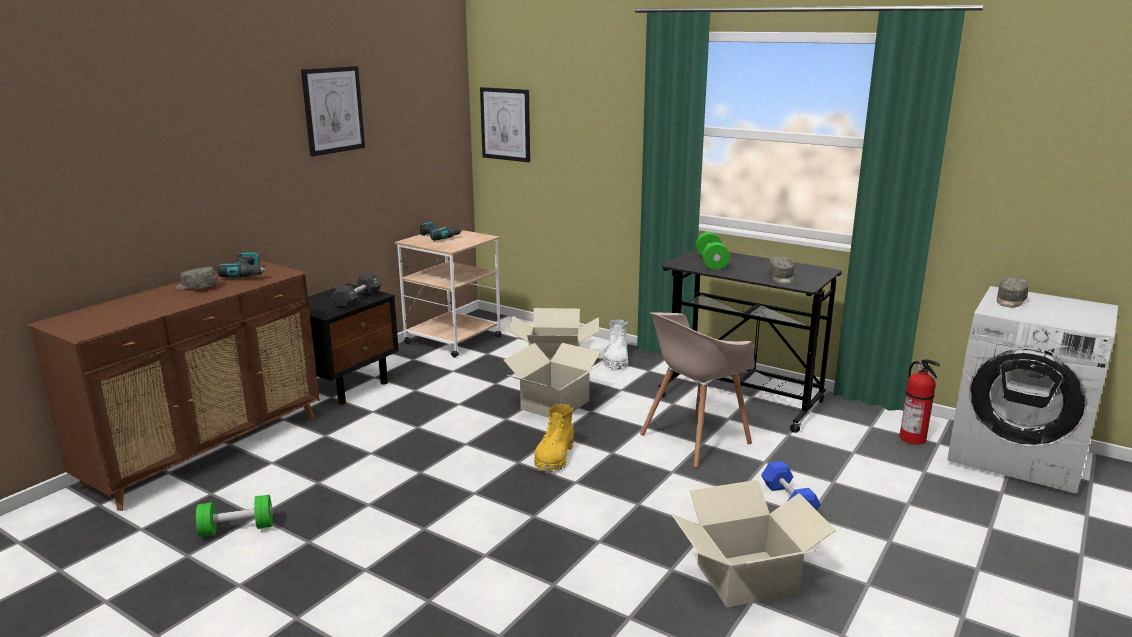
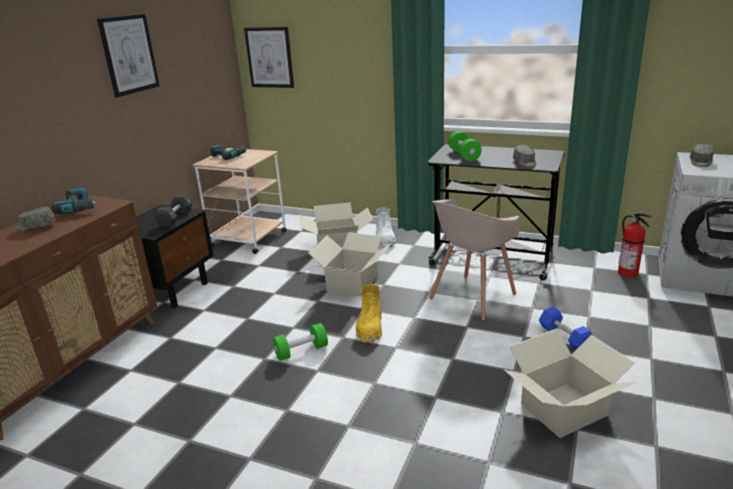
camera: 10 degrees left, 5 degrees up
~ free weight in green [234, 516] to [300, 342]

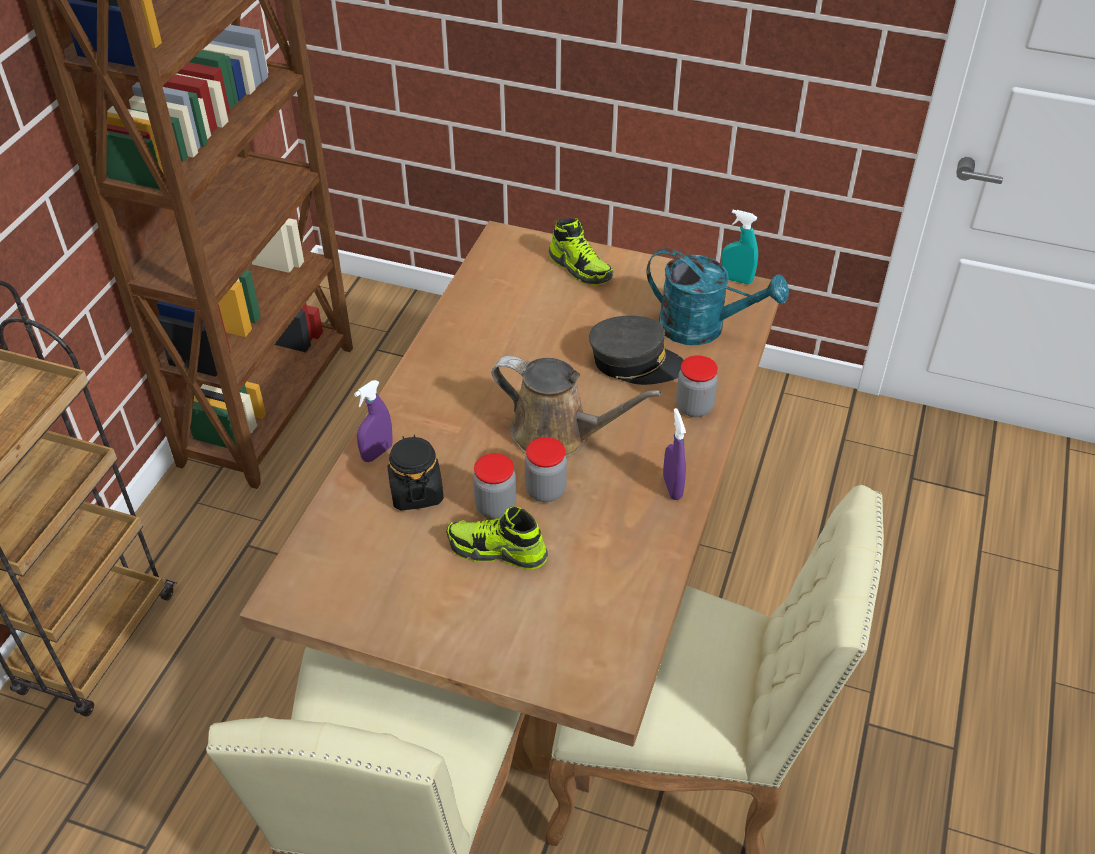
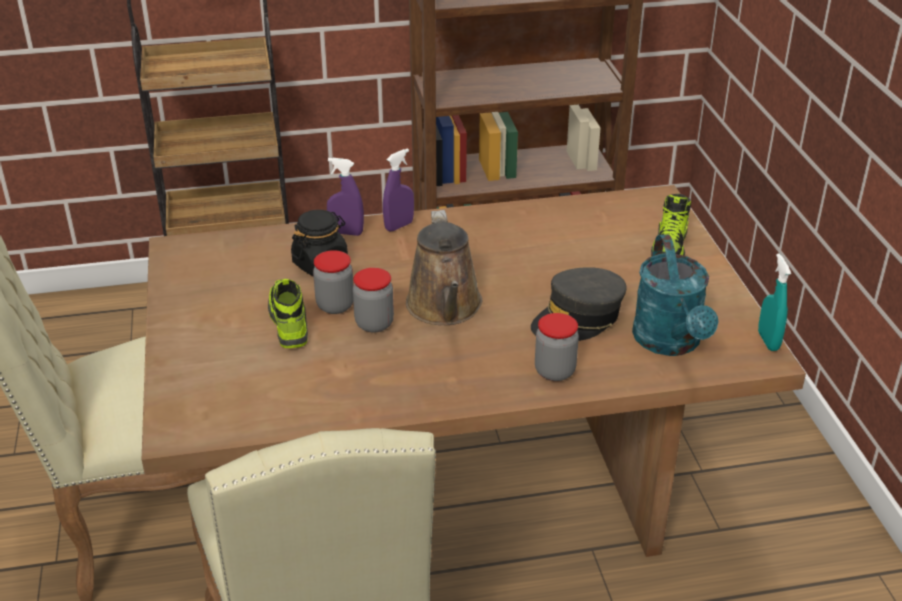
camera: 60 degrees right, 10 degrees down
~ cap in grey [636, 350] = [578, 304] 75 degrees clockwise
~ spray bottle in purple [674, 454] to [398, 190]

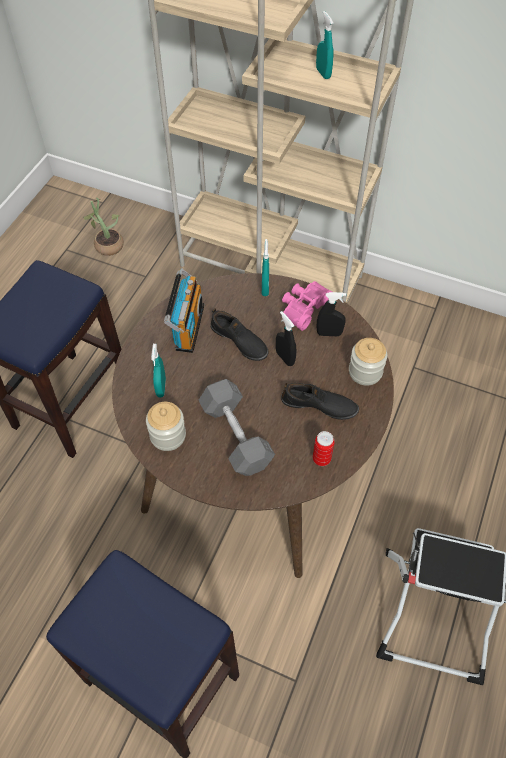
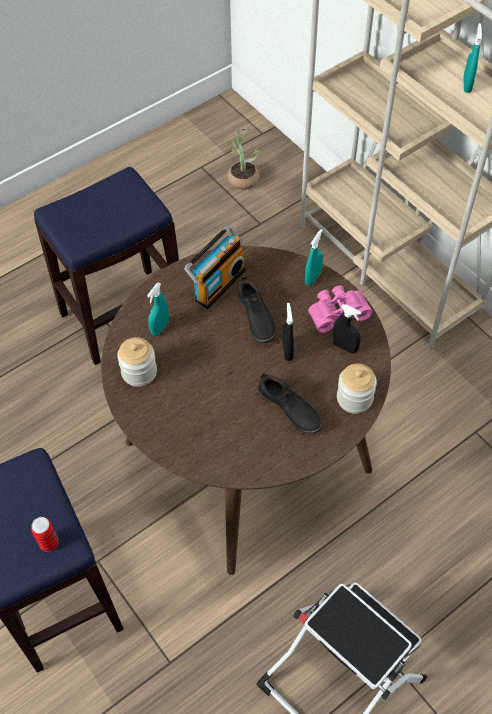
camera: 30 degrees right, 0 degrees up
- free weight in grey [236, 427]
~ can [324, 448] to [45, 534]

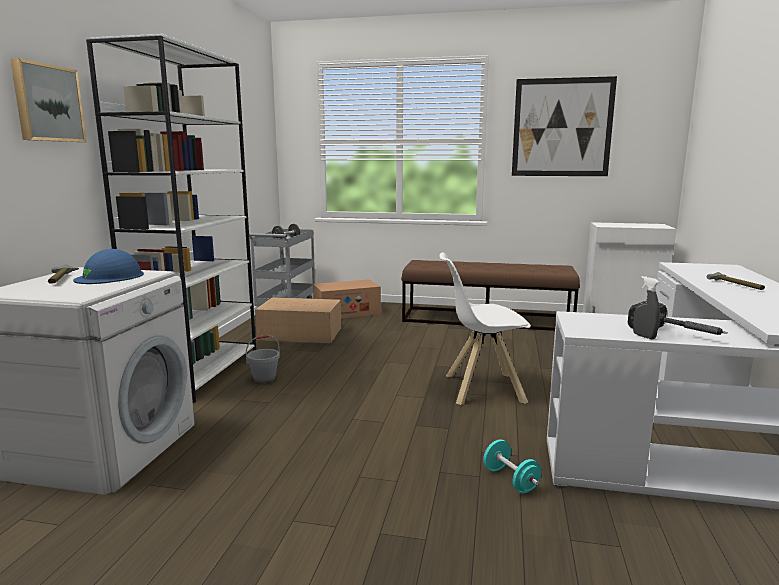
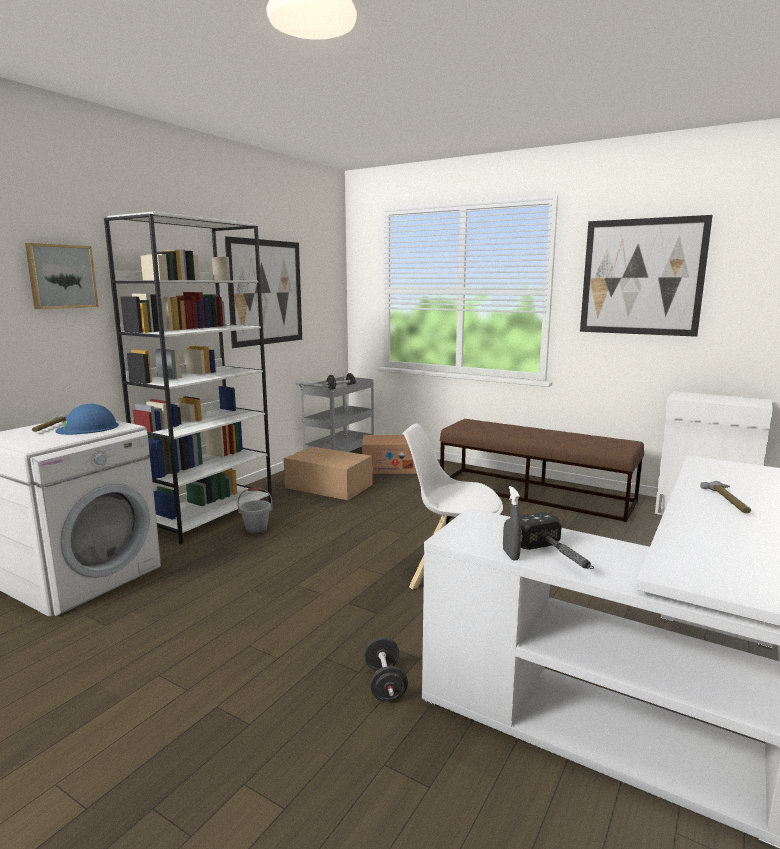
camera: 20 degrees right, 0 degrees up
~ free weight in blue-green [512, 466] to free weight in black-coloured [386, 669]
+ picture [263, 292]

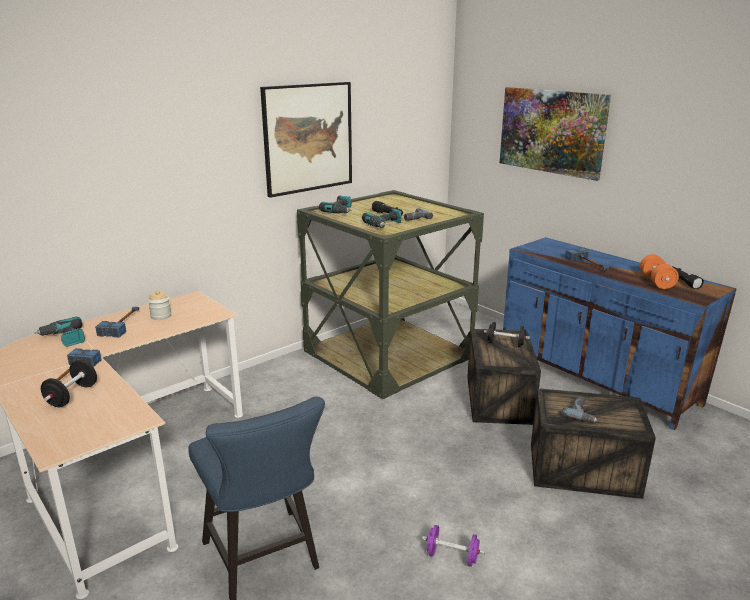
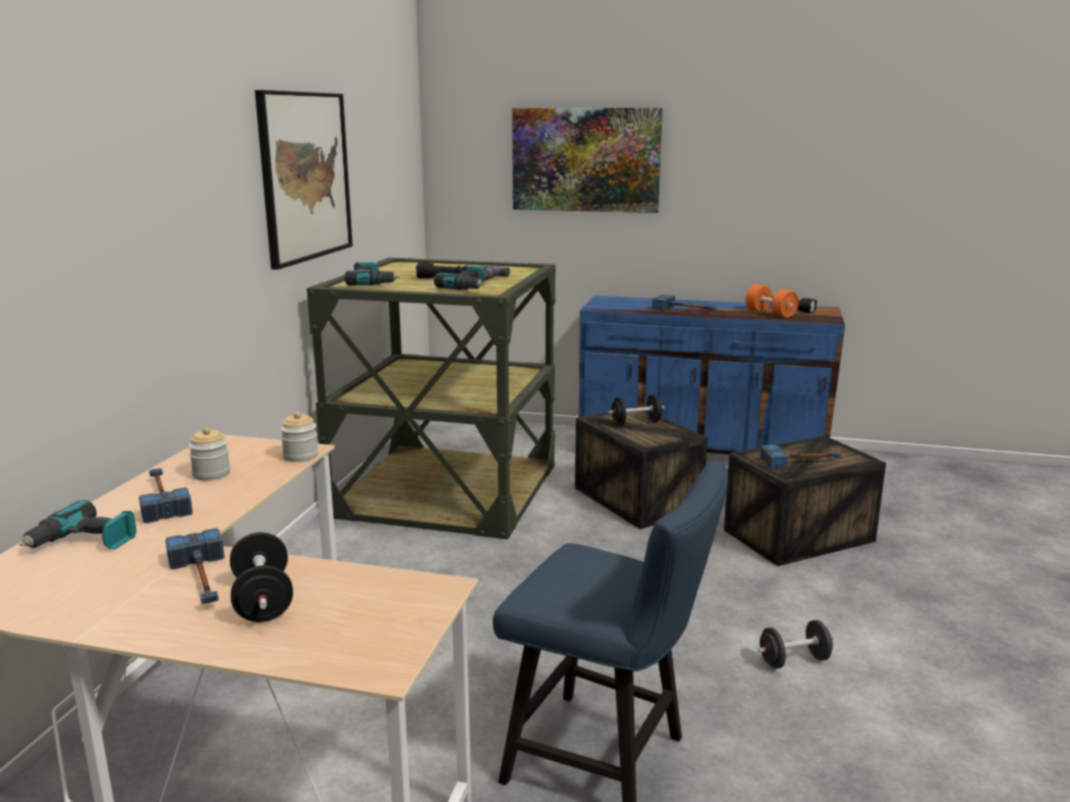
camera: 35 degrees left, 5 degrees down
~ electric drill [579, 409] to tool hammer [800, 457]
~ free weight in purple [453, 546] to free weight in black-coloured [795, 644]
+ preserve jar [299, 437]

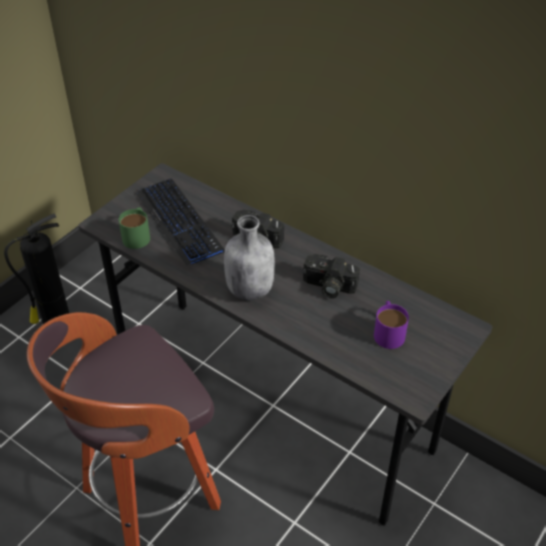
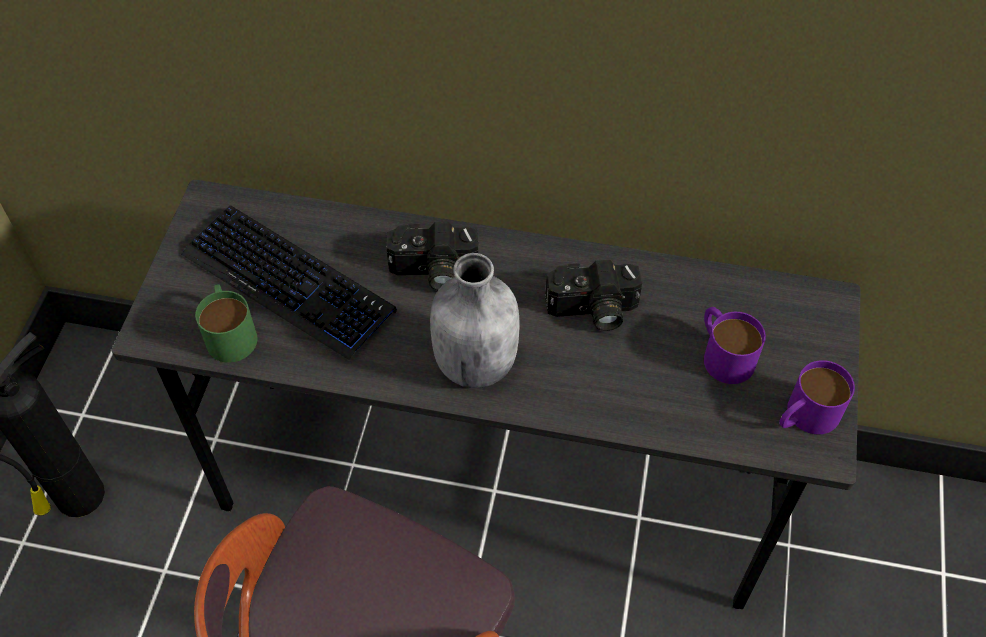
camera: 25 degrees left, 10 degrees up
+ coffee mug in purple [817, 397]

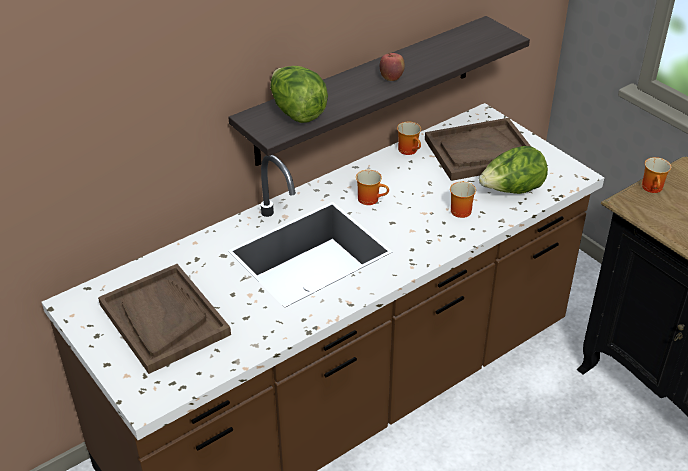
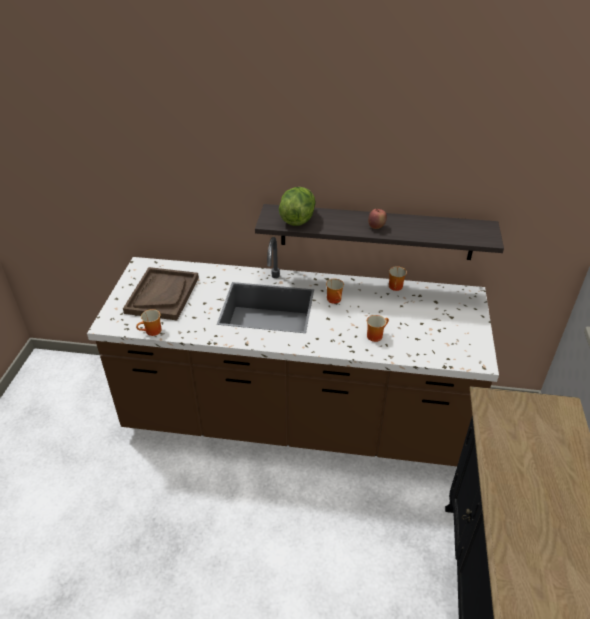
camera: 45 degrees right, 0 degrees up
- carrying tray in brownish [478, 149]
- head of lettuce [513, 170]
~ coffee mug [656, 175] to [149, 322]

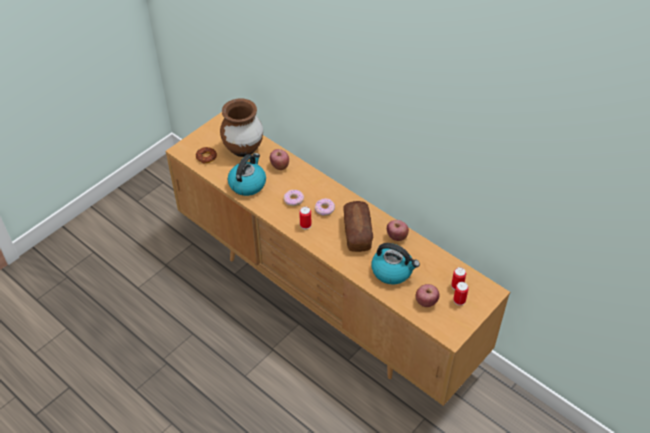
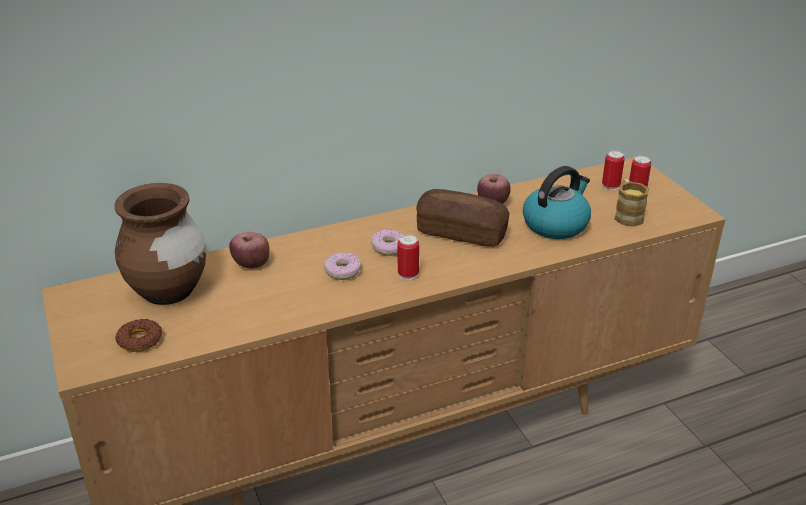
camera: 65 degrees left, 15 degrees down
- tea kettle [247, 174]
~ apple [427, 295] to coffee mug [632, 203]

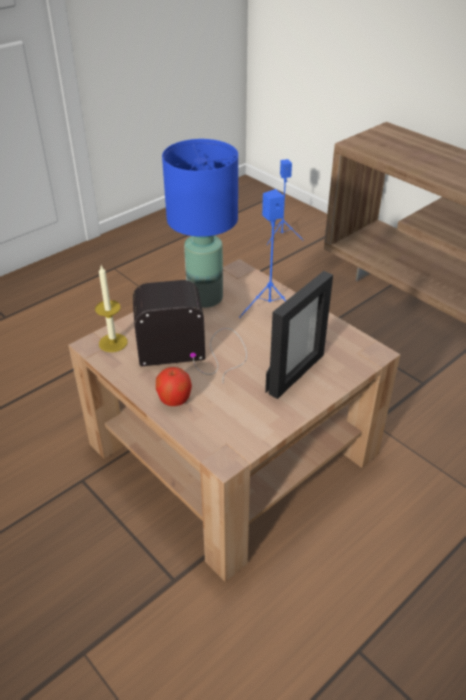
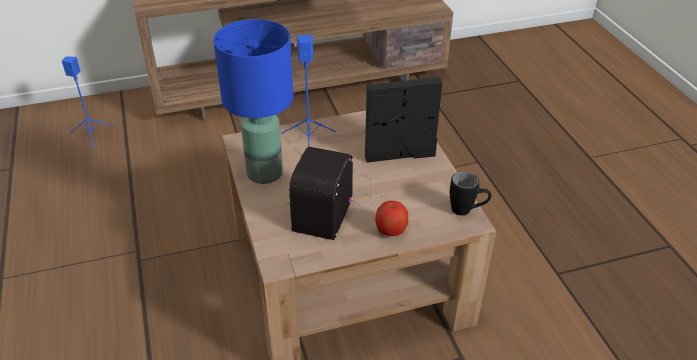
camera: 65 degrees left, 0 degrees up
- wax light [111, 309]
~ picture frame [299, 335] = [403, 120] 75 degrees counterclockwise
+ coffee mug in black-coloured [470, 193]

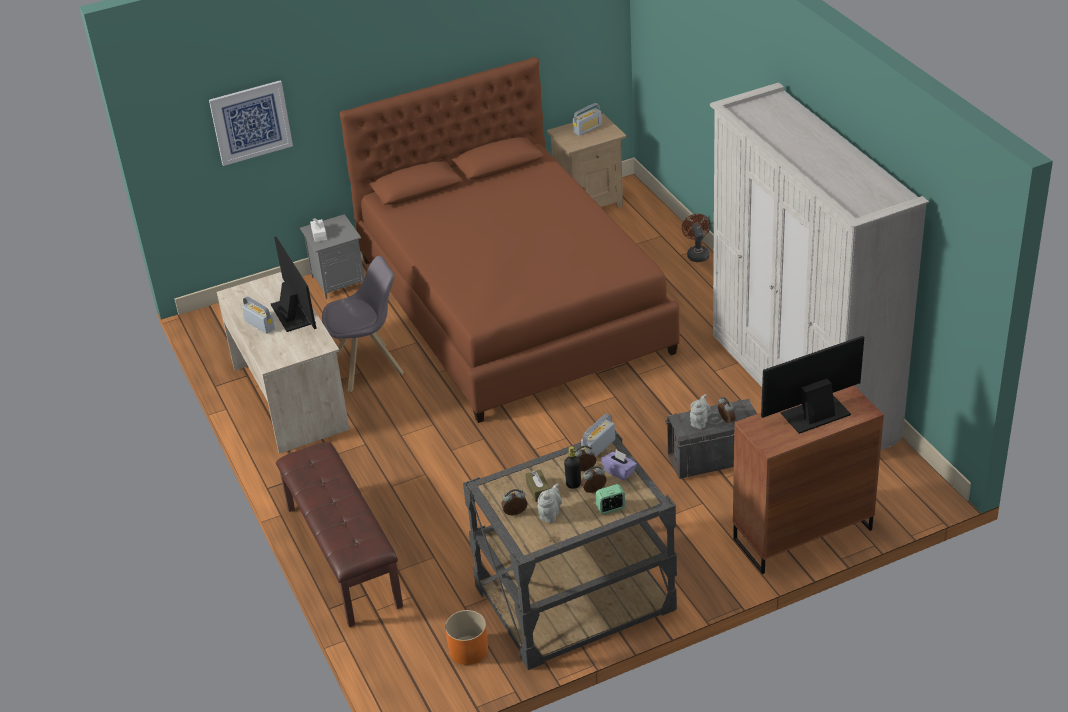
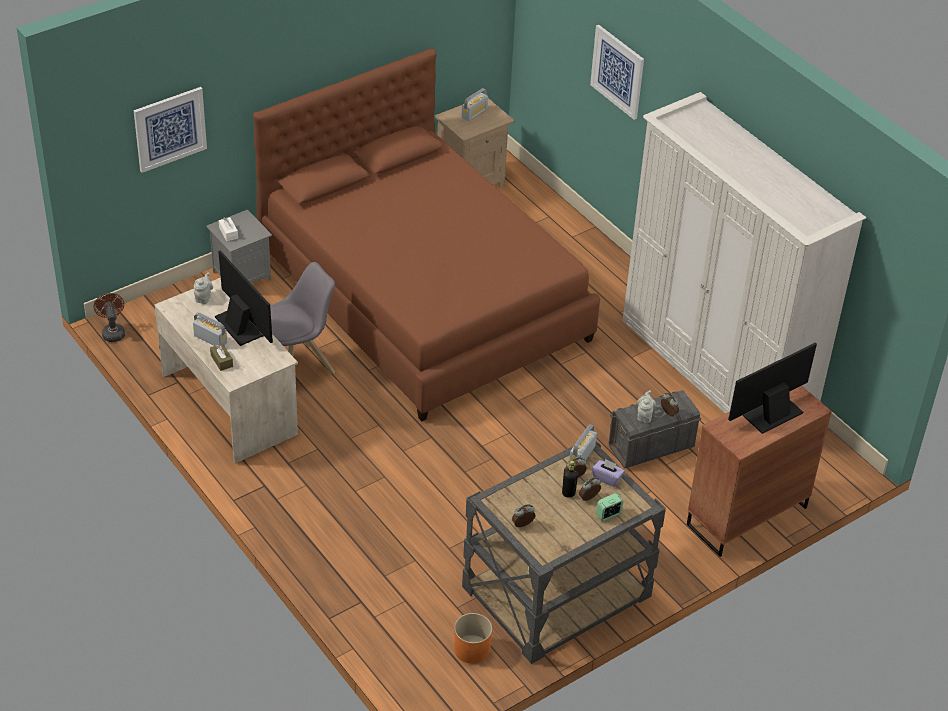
camera: 15 degrees left, 5 degrees up
~ cooling fan in brownish [696, 238] to [109, 317]
- bench in brownish [339, 534]
~ tissue box in brownish [538, 486] to [221, 357]
~ teapot in grey [550, 503] to [203, 288]
+ picture [617, 72]

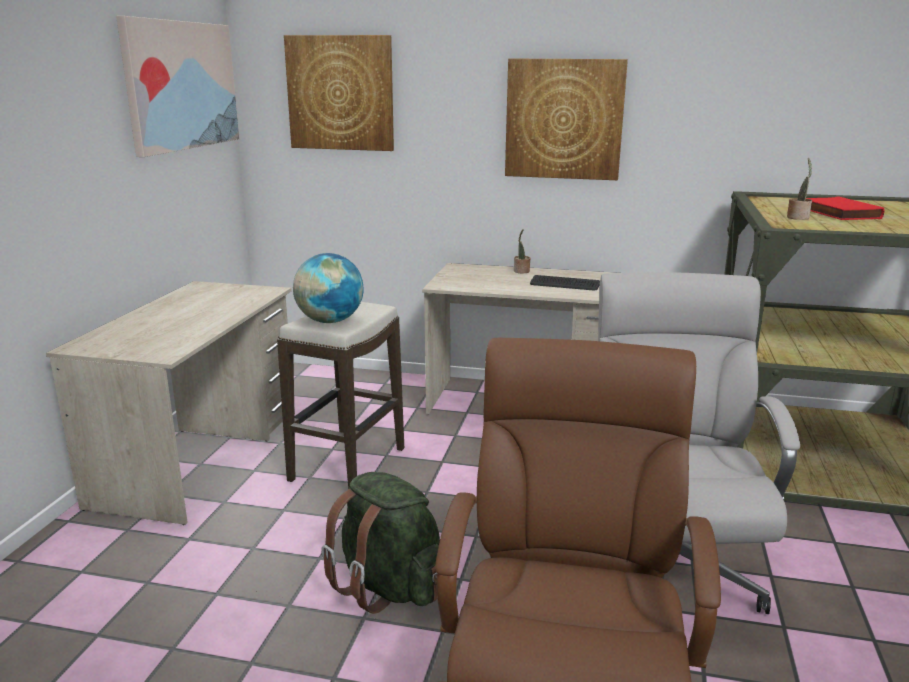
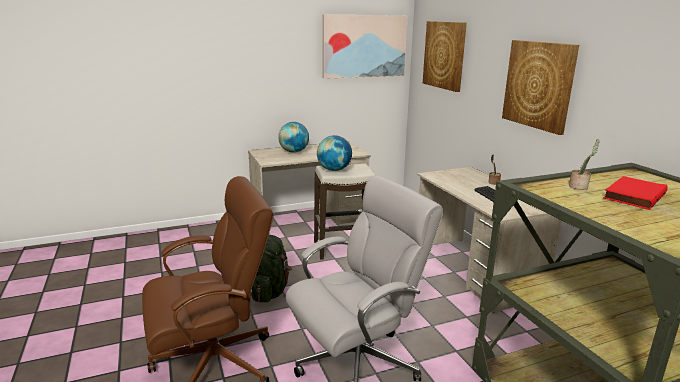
camera: 55 degrees right, 0 degrees up
+ globe [293, 137]

